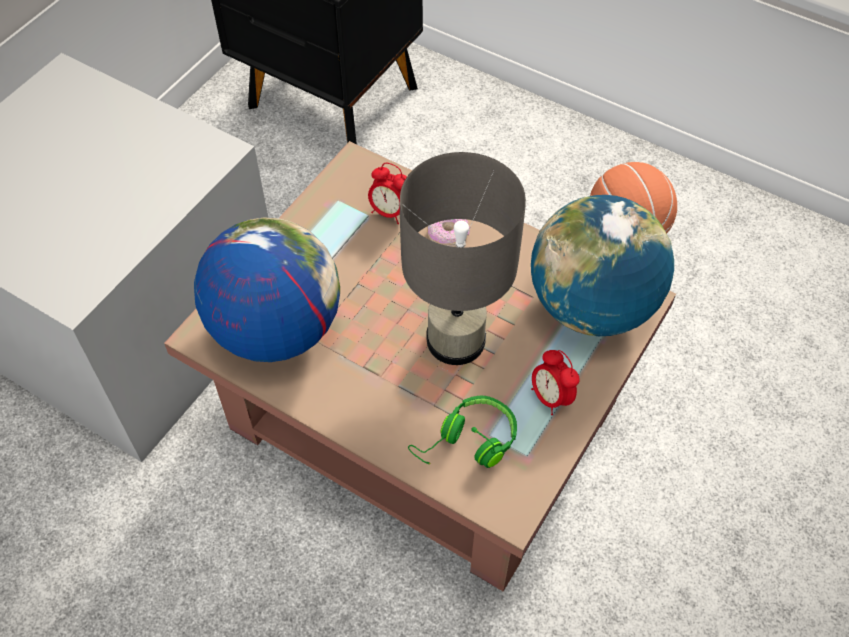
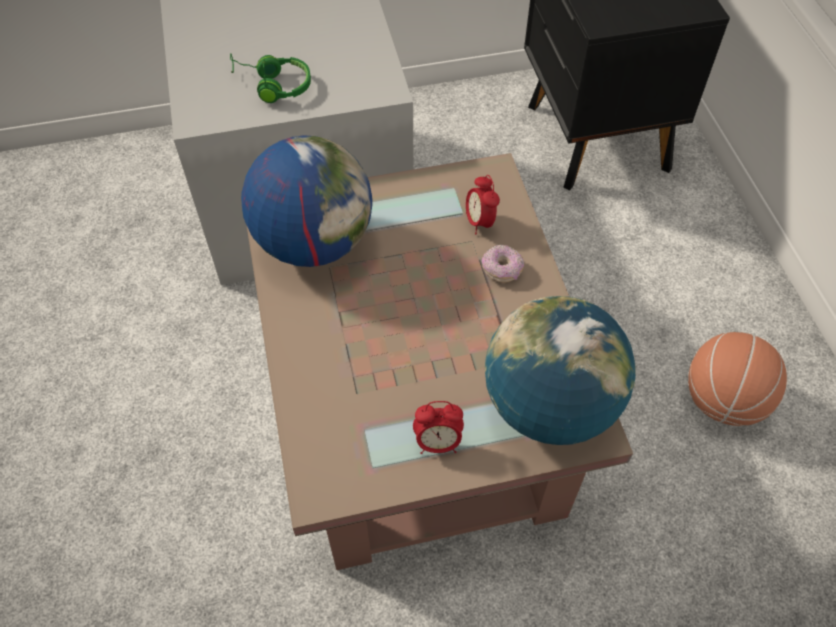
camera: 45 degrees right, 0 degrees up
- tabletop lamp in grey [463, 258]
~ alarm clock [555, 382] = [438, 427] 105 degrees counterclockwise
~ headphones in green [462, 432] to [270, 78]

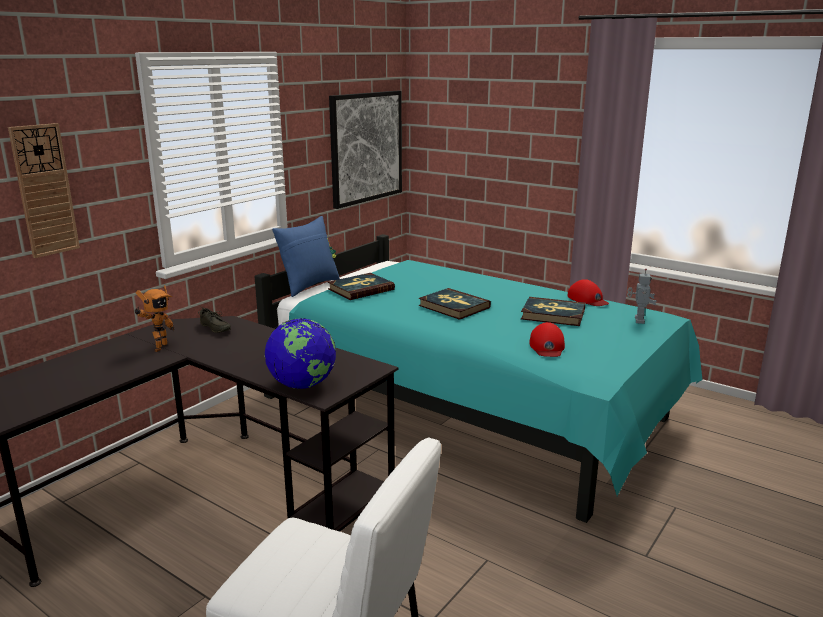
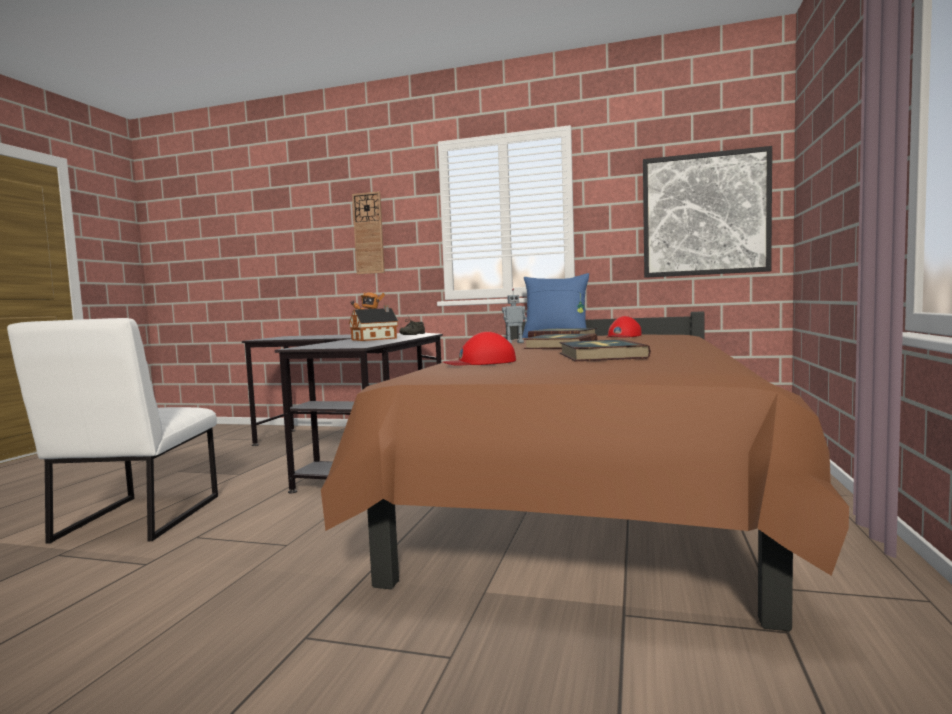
camera: 70 degrees right, 15 degrees down
~ bedroom bed in blue-green [478, 378] to bedroom bed in brownish [585, 471]
~ toy robot [642, 296] to [514, 316]
~ cap in red [588, 292] to [623, 327]
- globe [300, 353]
+ model house [374, 323]

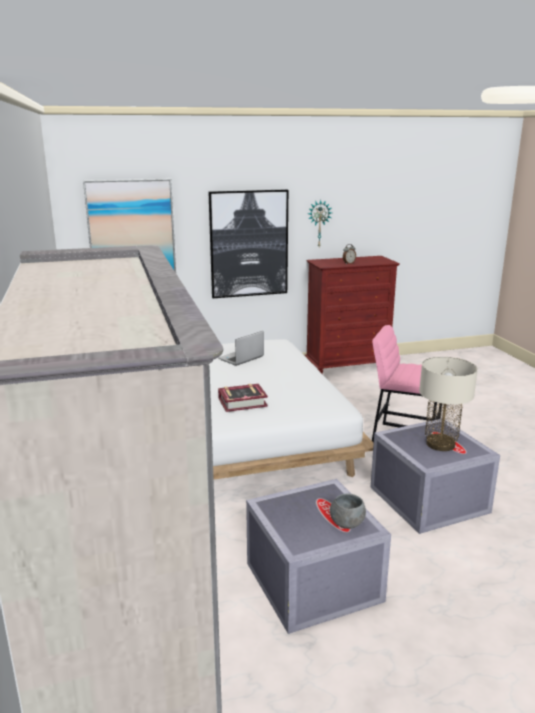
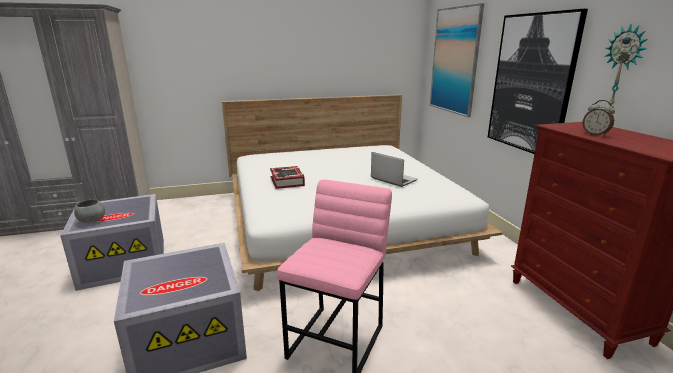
camera: 90 degrees right, 0 degrees up
- tabletop lamp [448, 404]

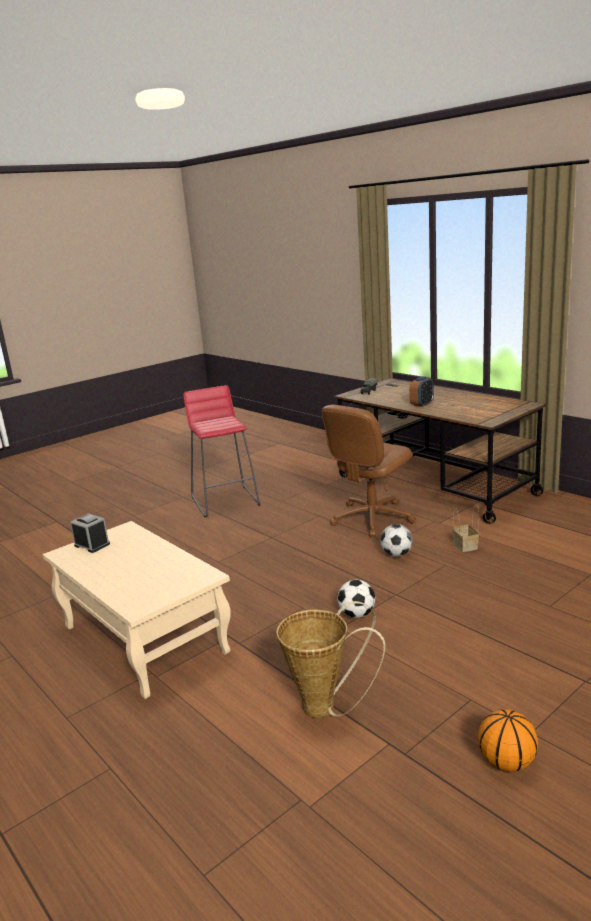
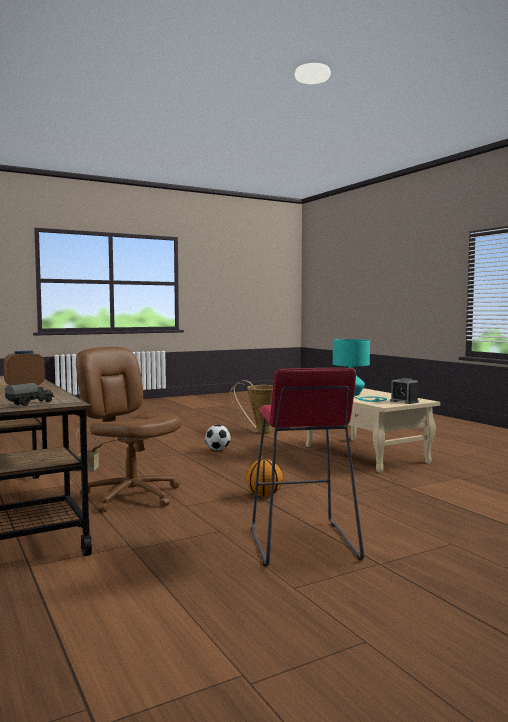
camera: 170 degrees left, 15 degrees down
~ office chair in brownish [369, 471] = [129, 429] 105 degrees counterclockwise
- ball for football [396, 540]
~ basketball ball [508, 740] to [264, 477]
+ tabletop lamp in blue-green [360, 370]

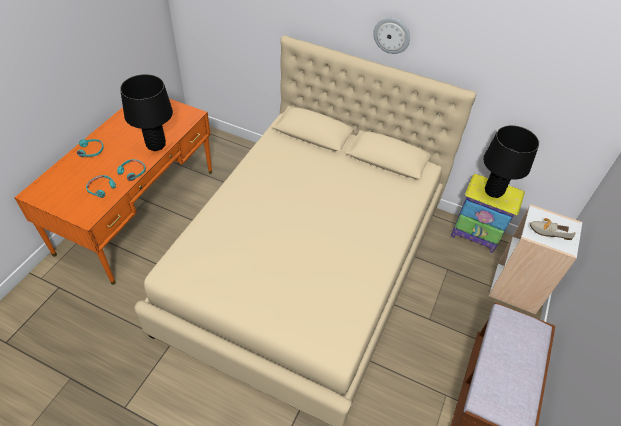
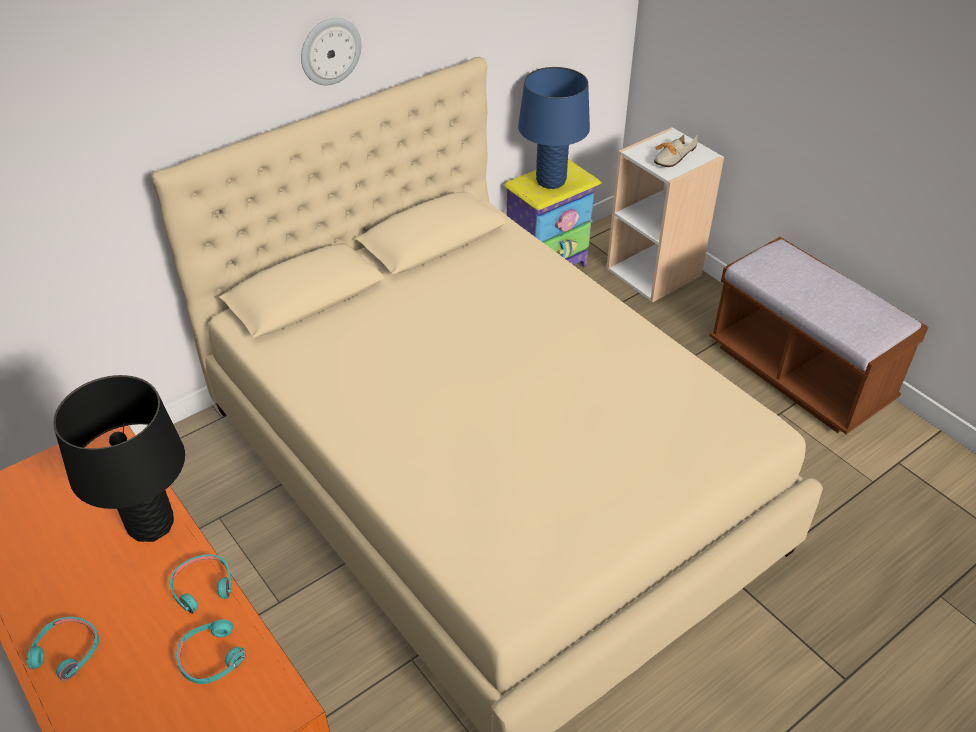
camera: 60 degrees left, 5 degrees down
~ tabletop lamp in black-coloured [511, 161] to tabletop lamp in blue-coloured [554, 128]

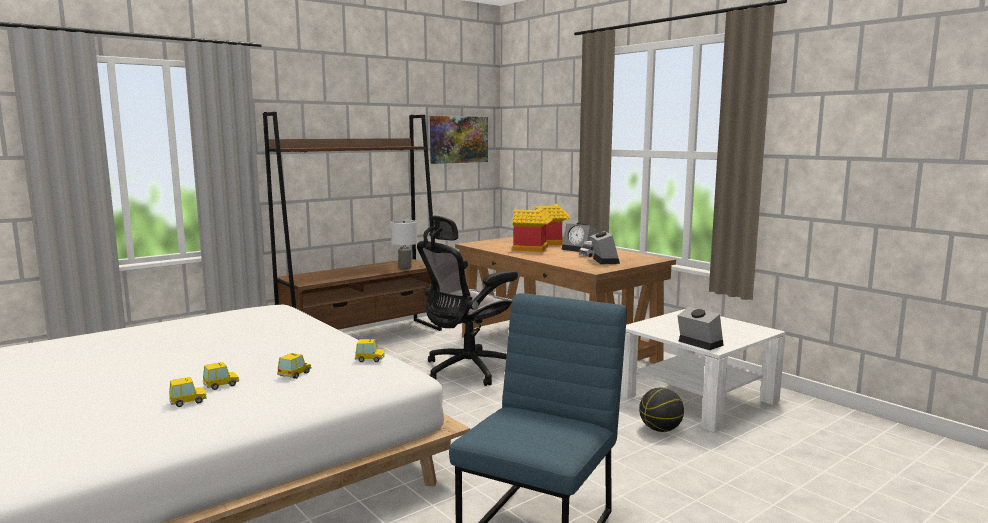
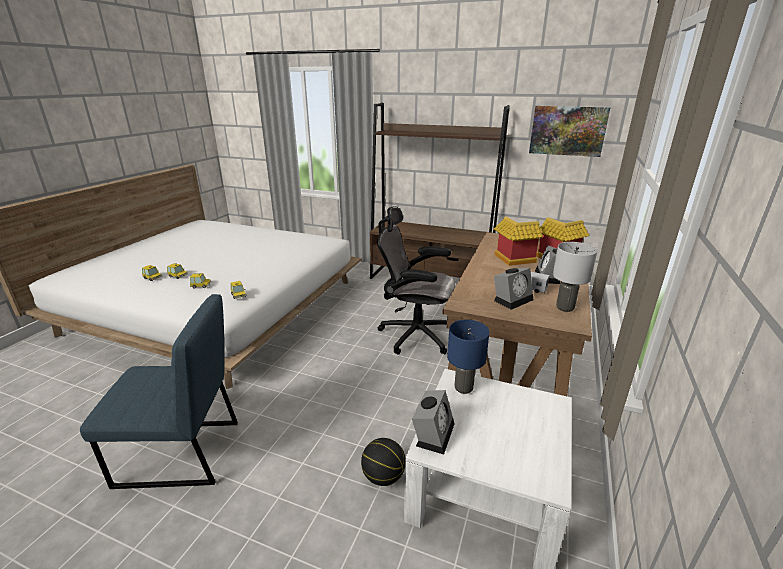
camera: 60 degrees right, 15 degrees up
~ tabletop lamp in white [404, 245] to [575, 277]
+ tabletop lamp in blue-coloured [468, 357]

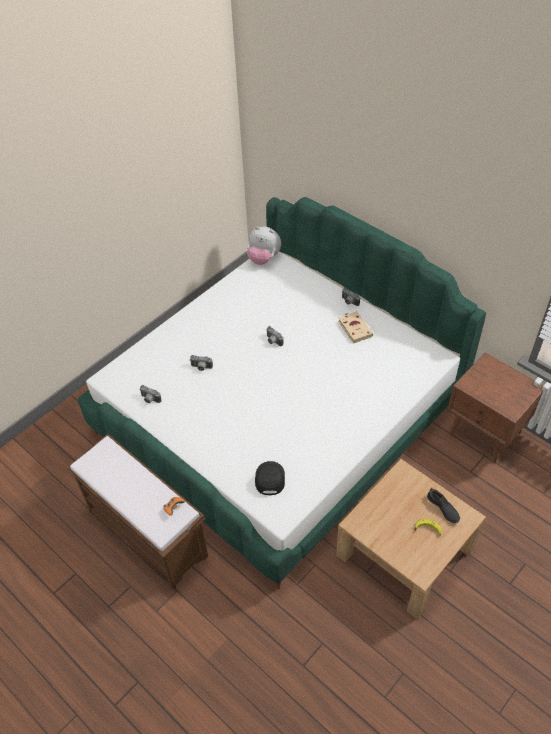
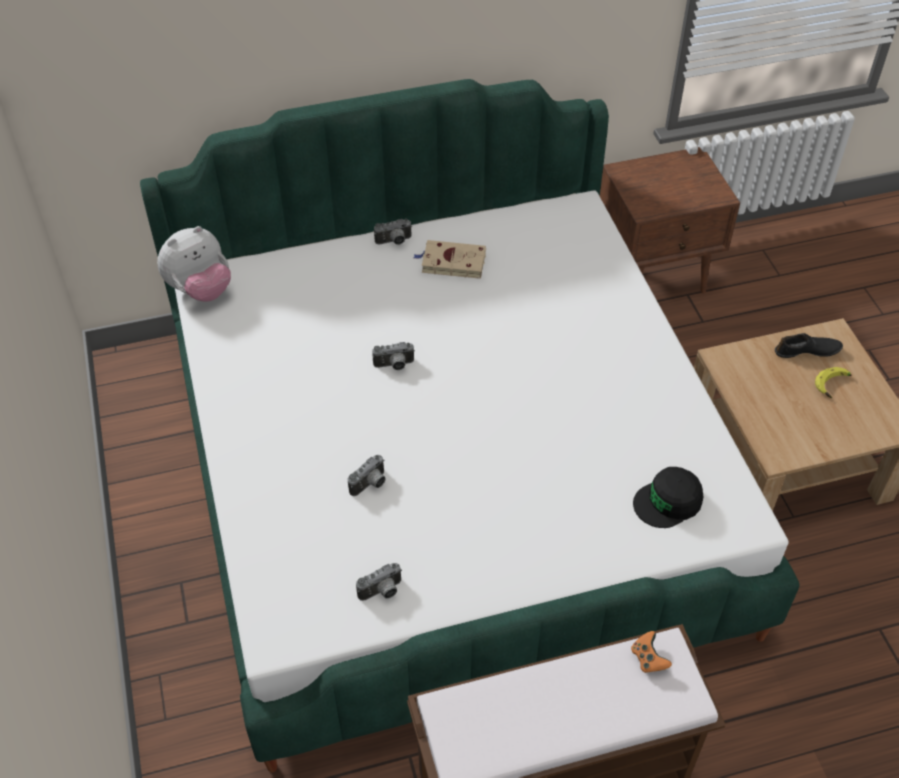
camera: 60 degrees left, 0 degrees up
~ cap in black-coloured [270, 478] = [668, 497] 60 degrees counterclockwise

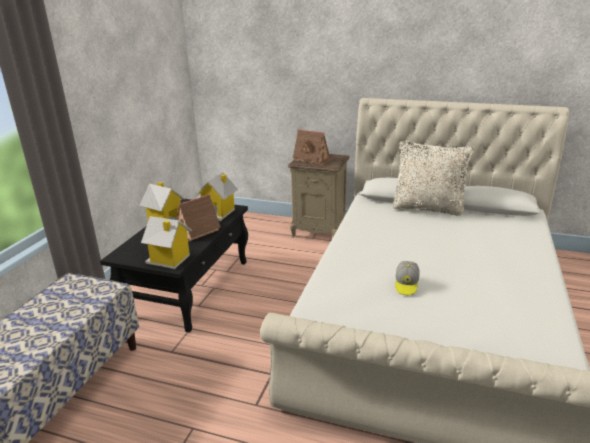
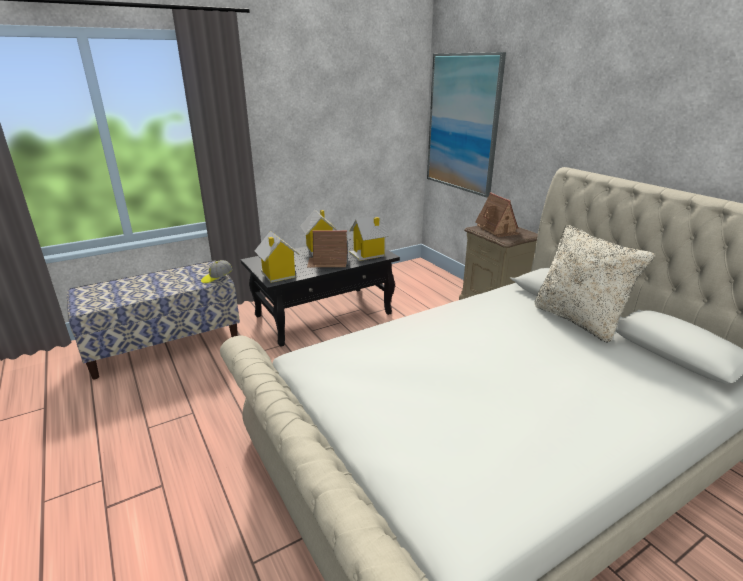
camera: 40 degrees right, 0 degrees up
~ cap [407, 278] to [217, 271]
+ picture [466, 125]

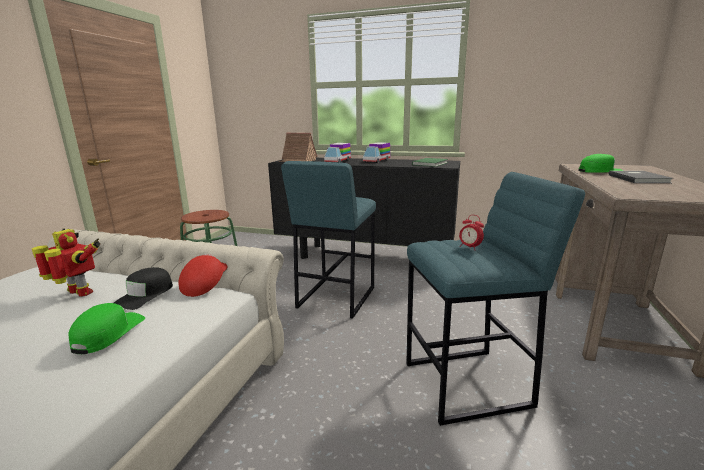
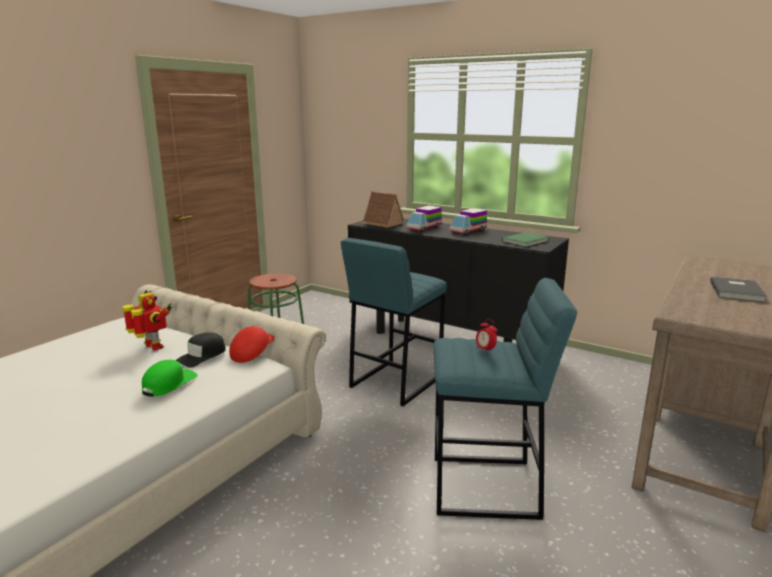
camera: 15 degrees right, 0 degrees up
- cap in green [601, 163]

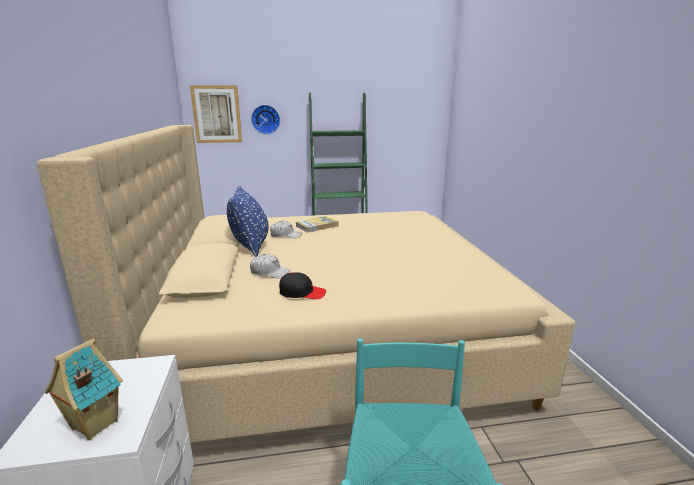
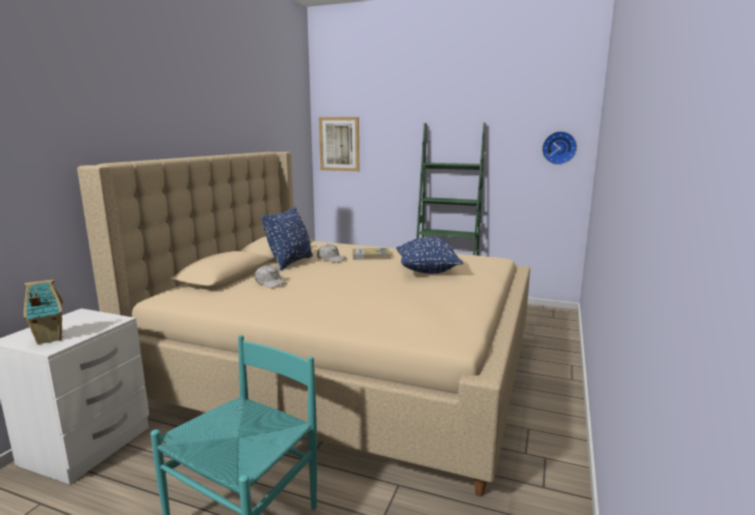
camera: 30 degrees right, 5 degrees down
~ wall clock [265, 120] to [559, 148]
- cap in black-coloured [302, 285]
+ cushion in blue-coloured [429, 255]

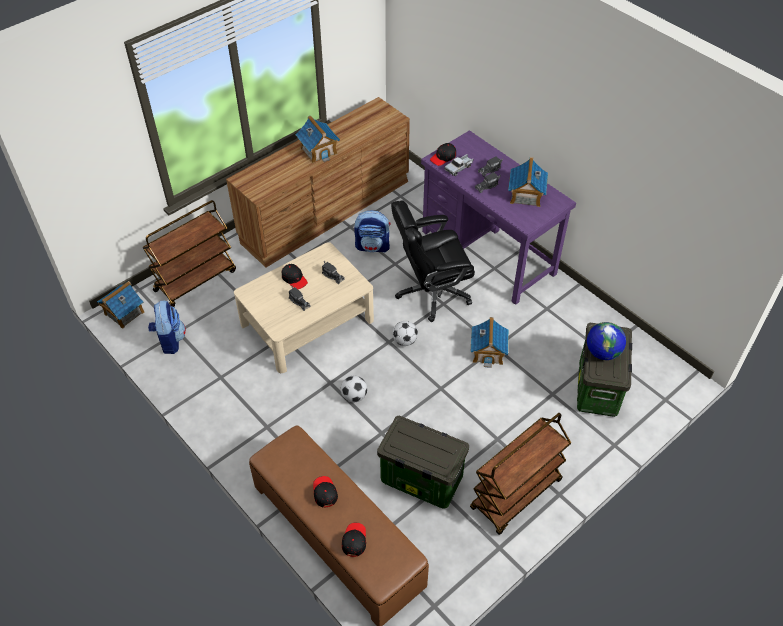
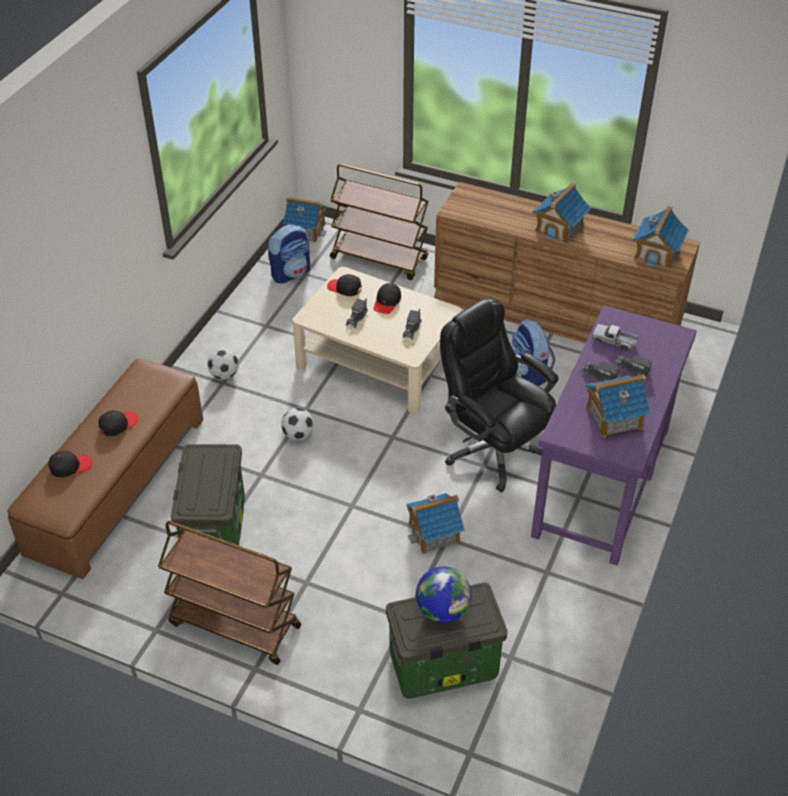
camera: 65 degrees right, 5 degrees down
~ cap in black-coloured [443, 154] to [344, 285]
~ ball for football [405, 333] to [223, 364]
+ model house [660, 237]

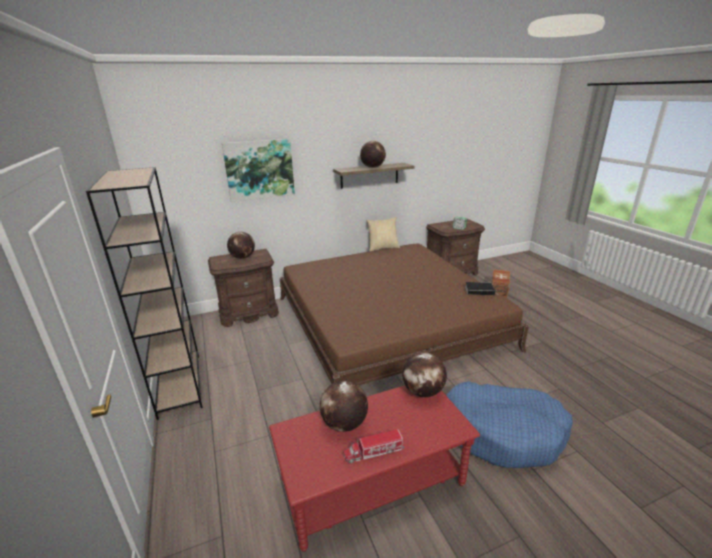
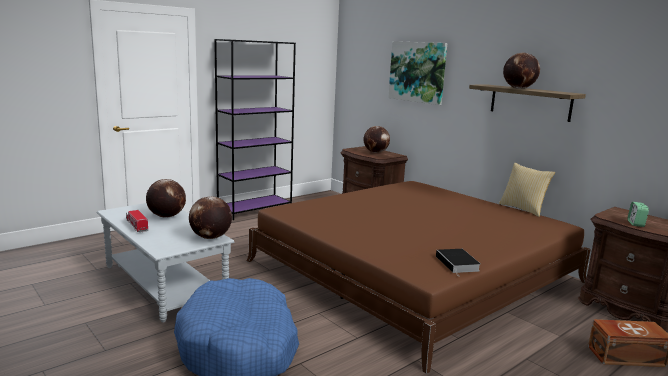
camera: 70 degrees right, 10 degrees down
~ shelving unit in sand-coloured [144, 293] to shelving unit in purple [255, 129]
~ lounge table in red [374, 468] to lounge table in grey [165, 263]

